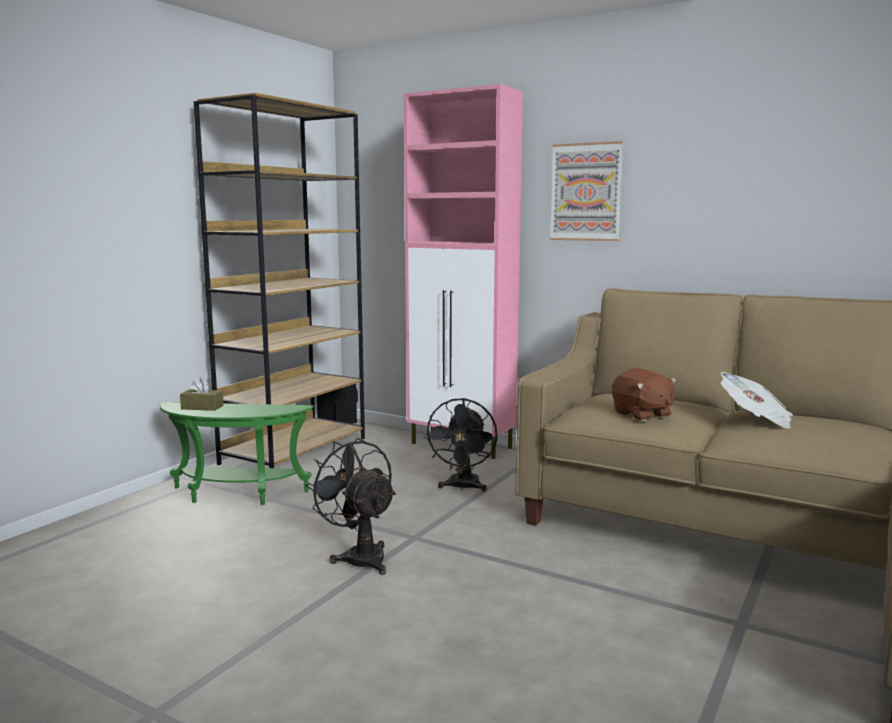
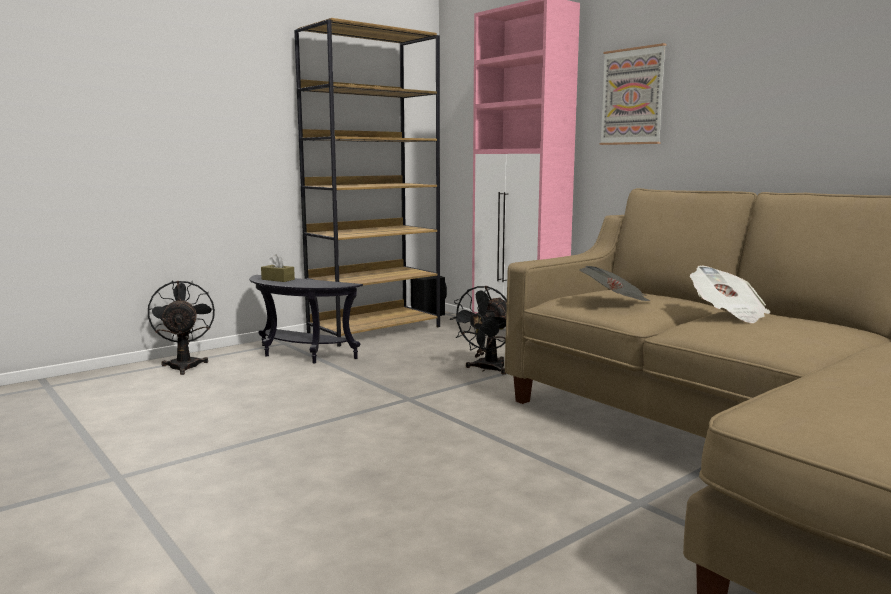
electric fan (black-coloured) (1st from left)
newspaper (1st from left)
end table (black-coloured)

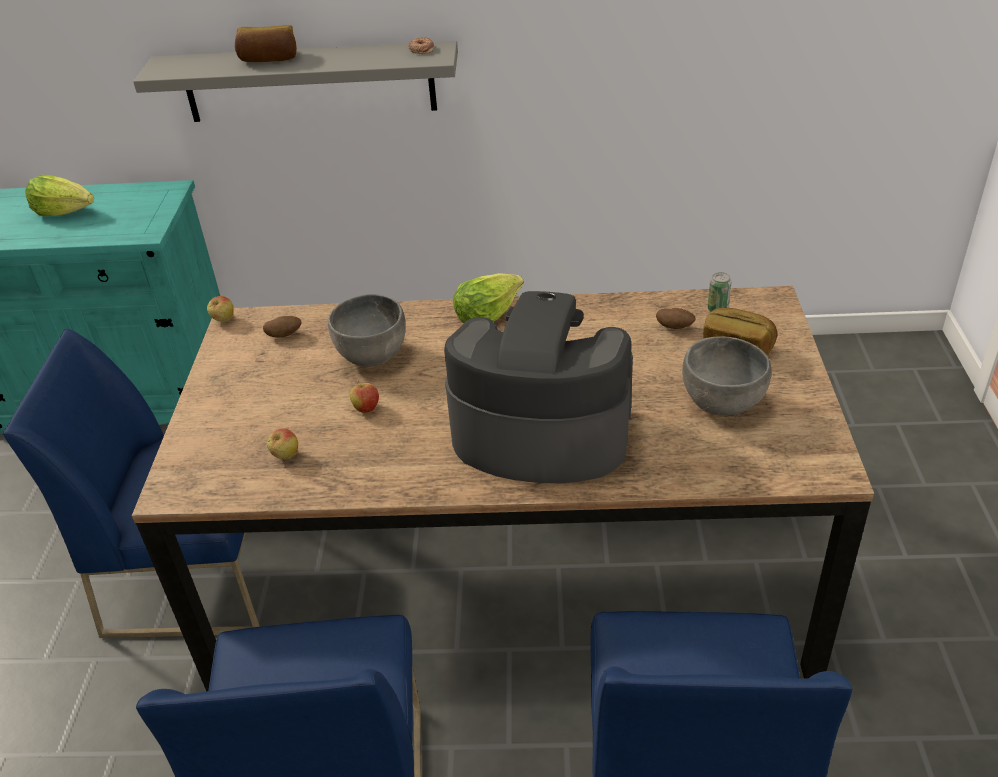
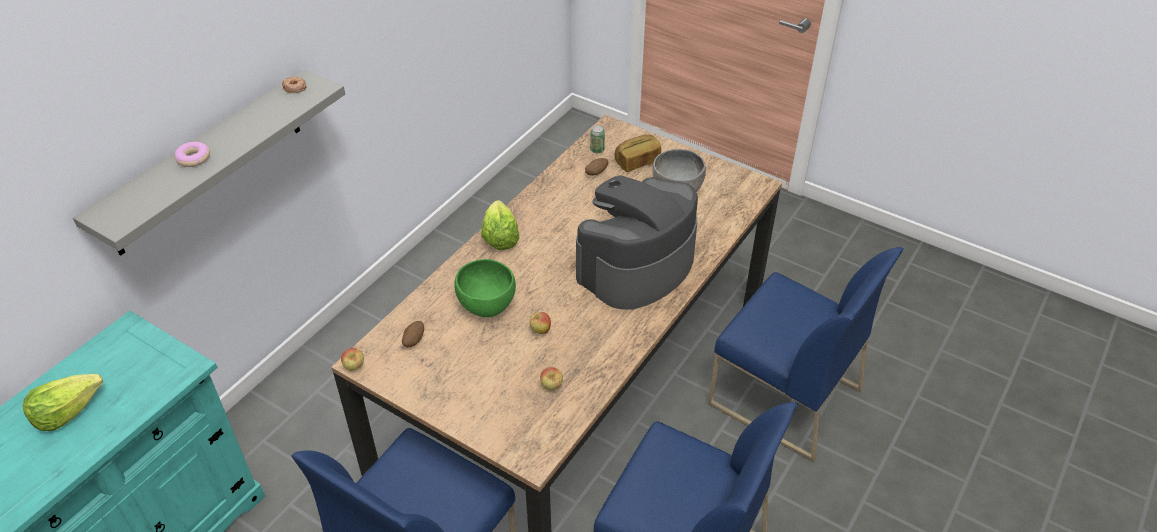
ring doughnut (1st from left)
bowl (greenish)

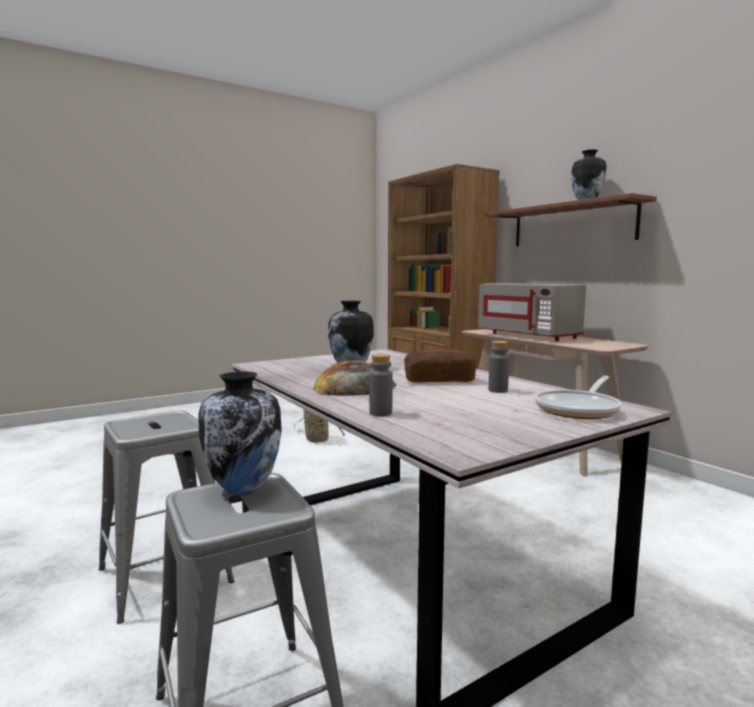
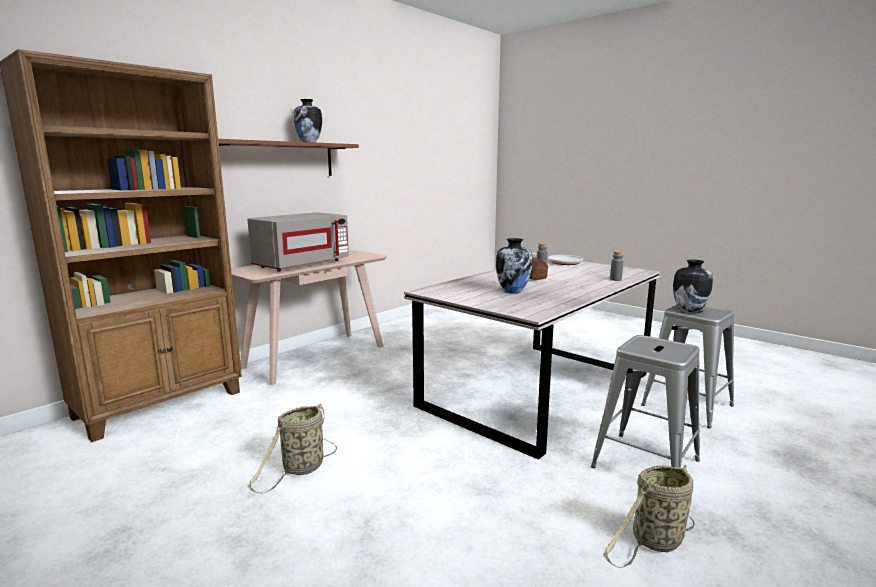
baked bread (1st from left in the first image)
storage basket (2nd from left)

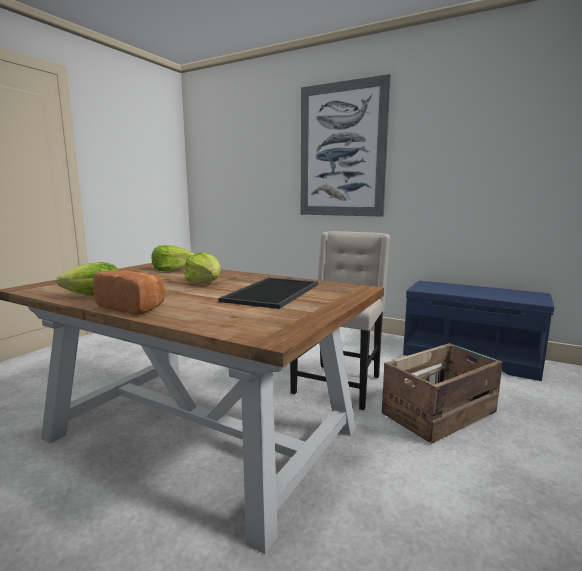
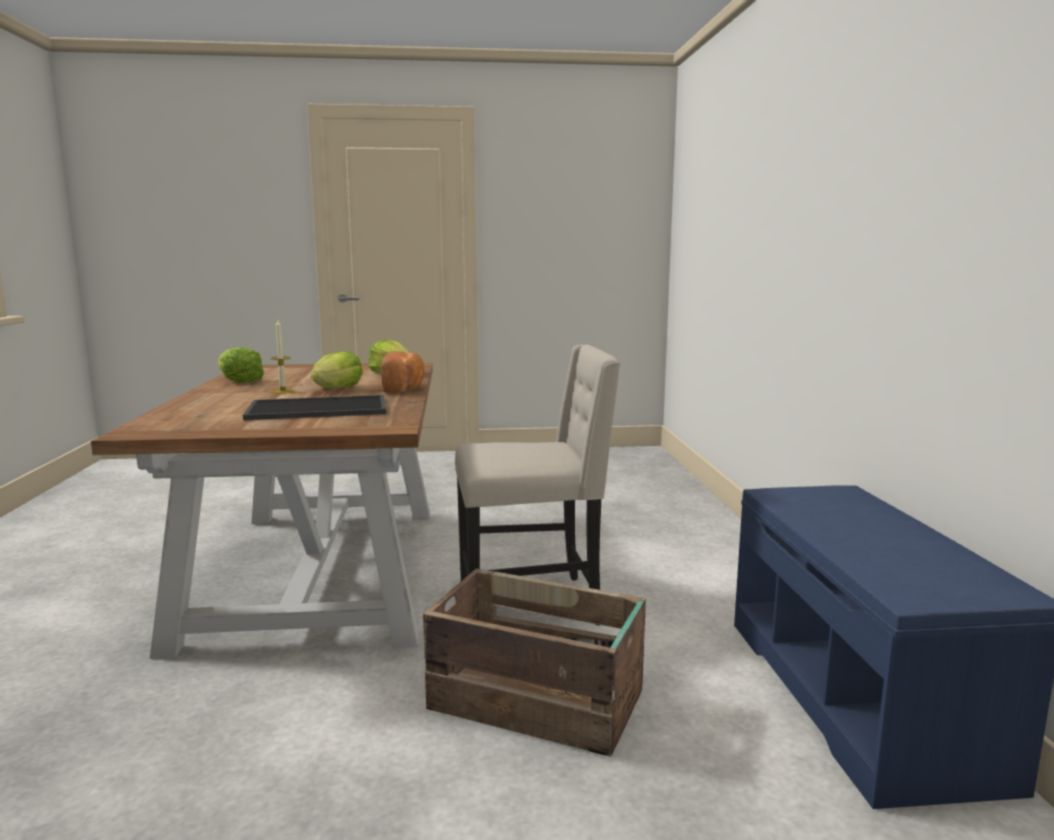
wall art
wax light
baked bread

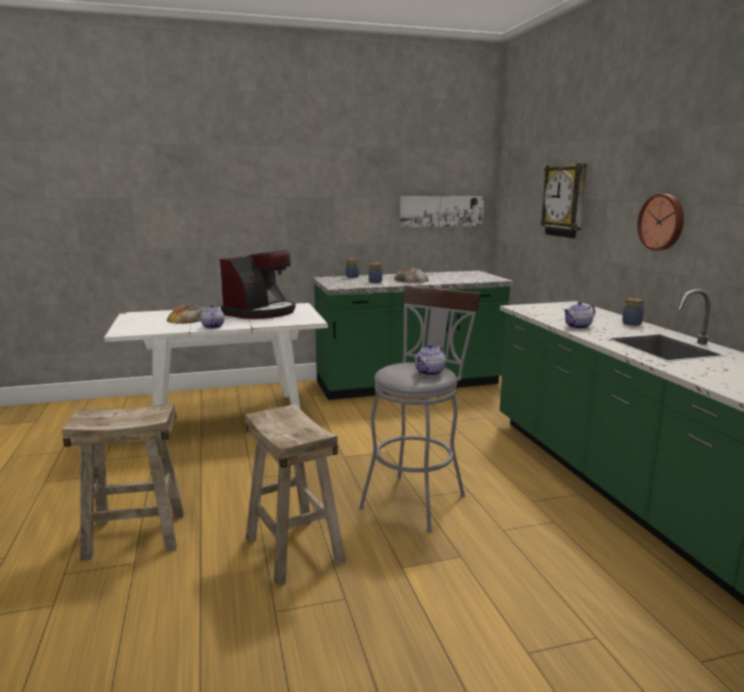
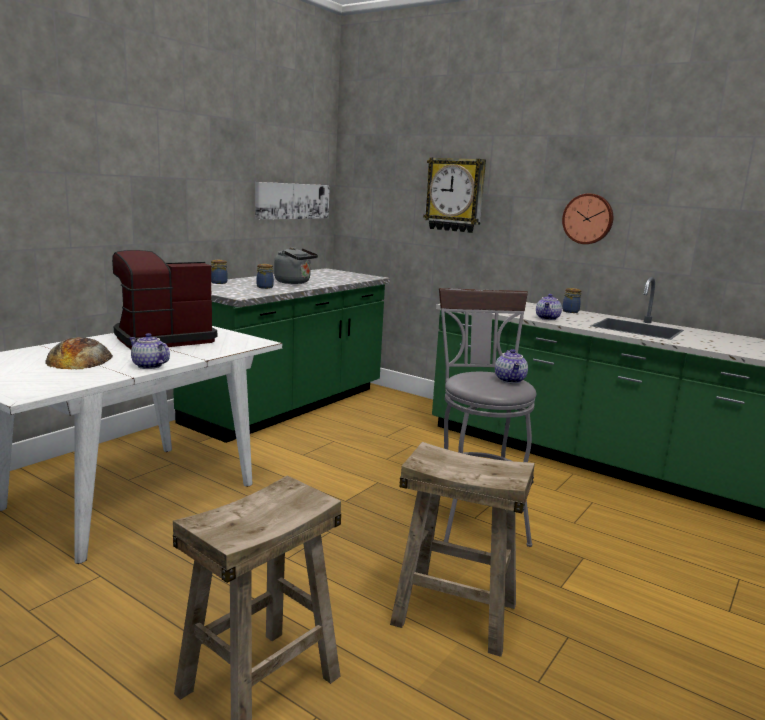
kettle (greyish)
coffee maker

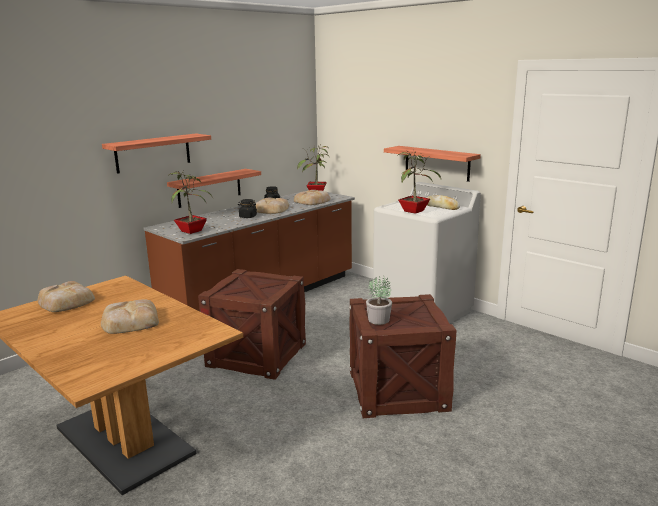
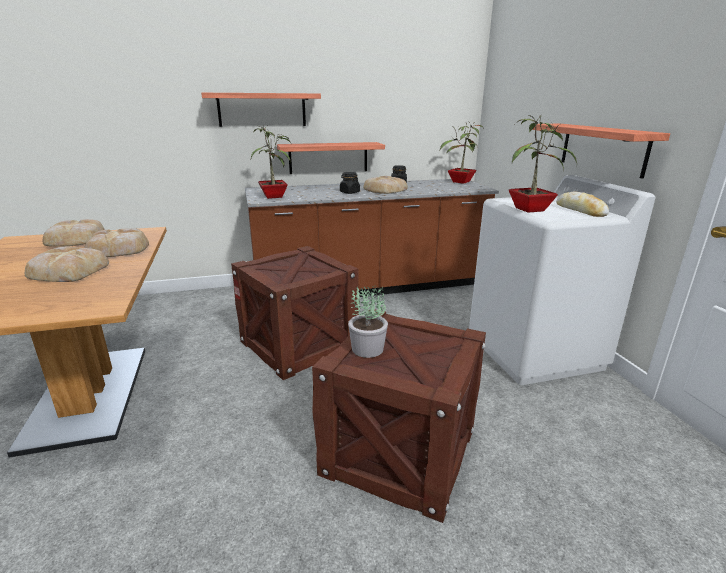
baked bread (3rd from left)

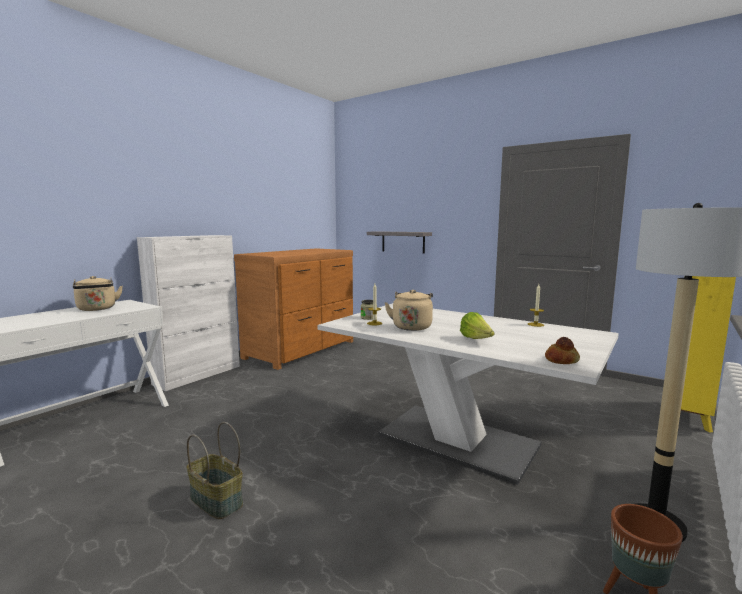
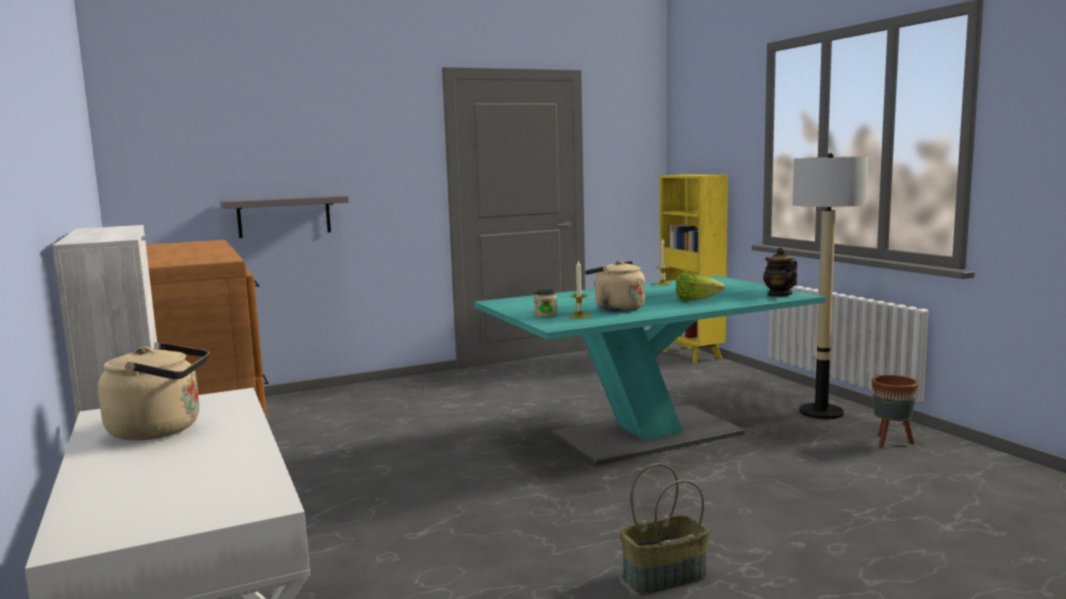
tea pot
dining table (turquoise-coloured)

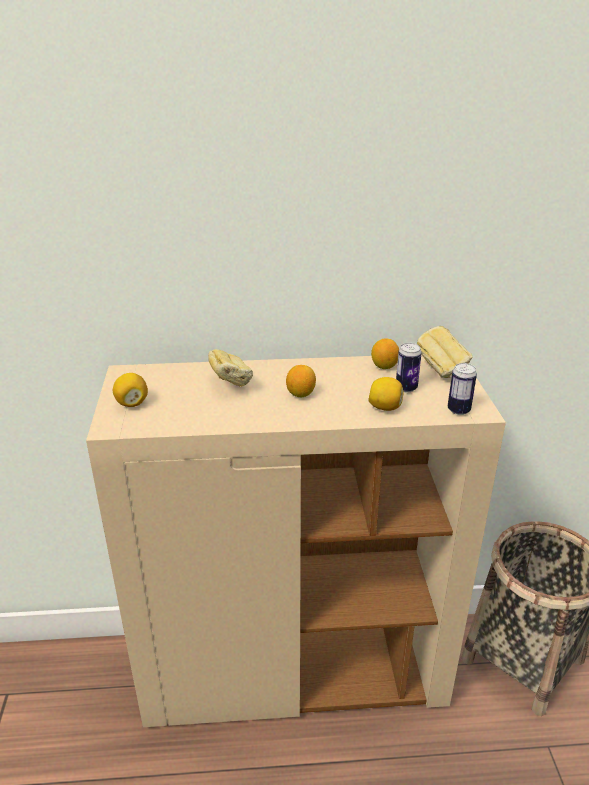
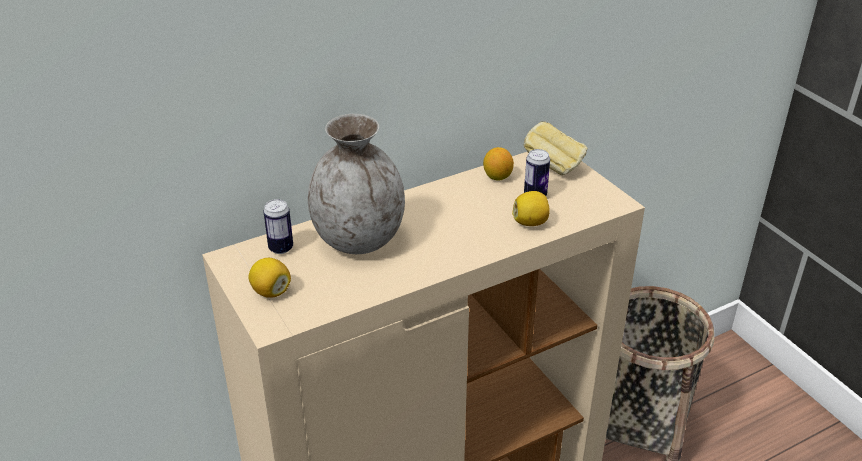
lemon (2nd from left in the first image)
sealed can (1st from left)
decorative vase (greyish)

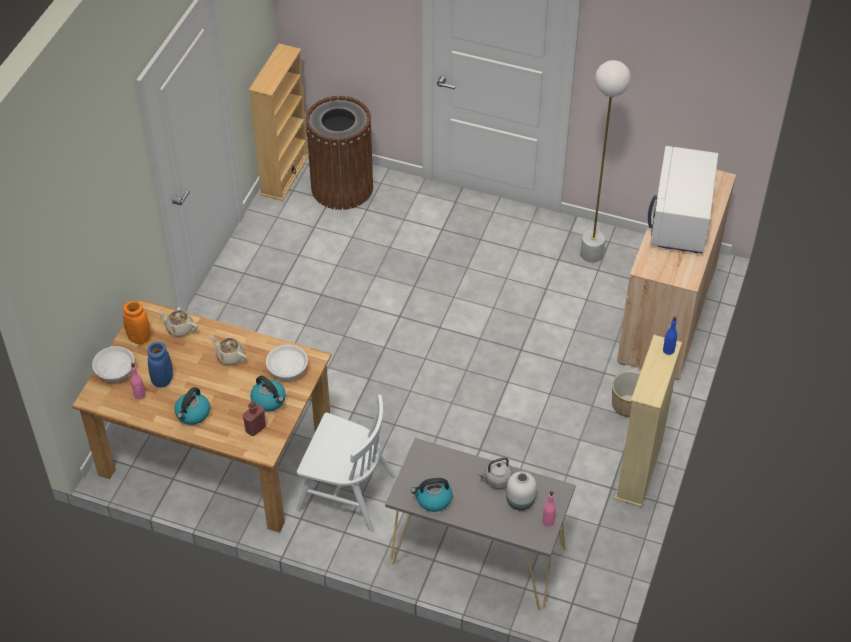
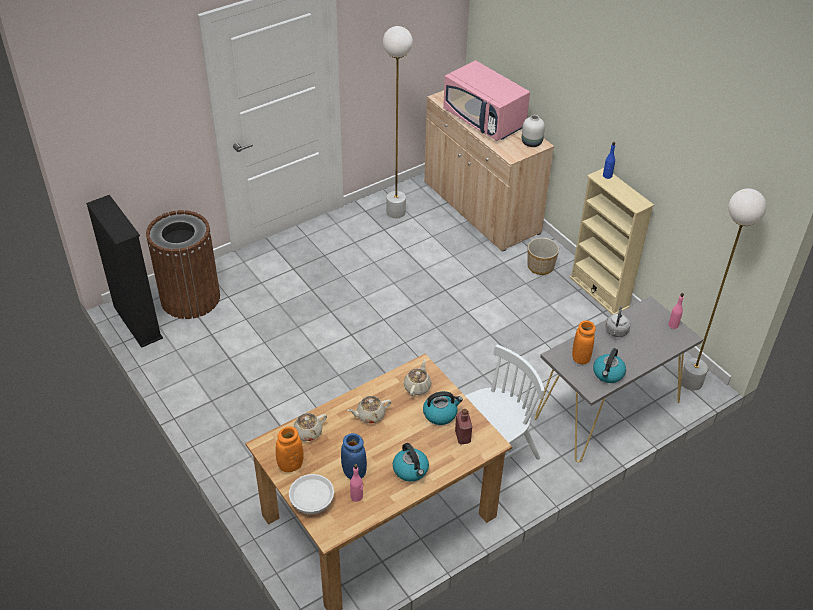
decorative vase (orange-coloured) (2nd from left)
standard lamp (white) (2nd from left)
decorative vase (white)
tea pot (beige) (3rd from left)
bookshelf (black-coloured)
microwave oven (pink-coloured)

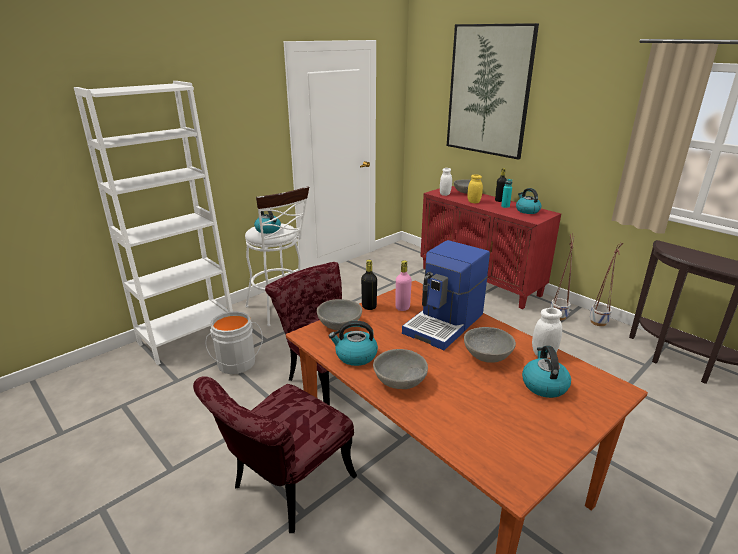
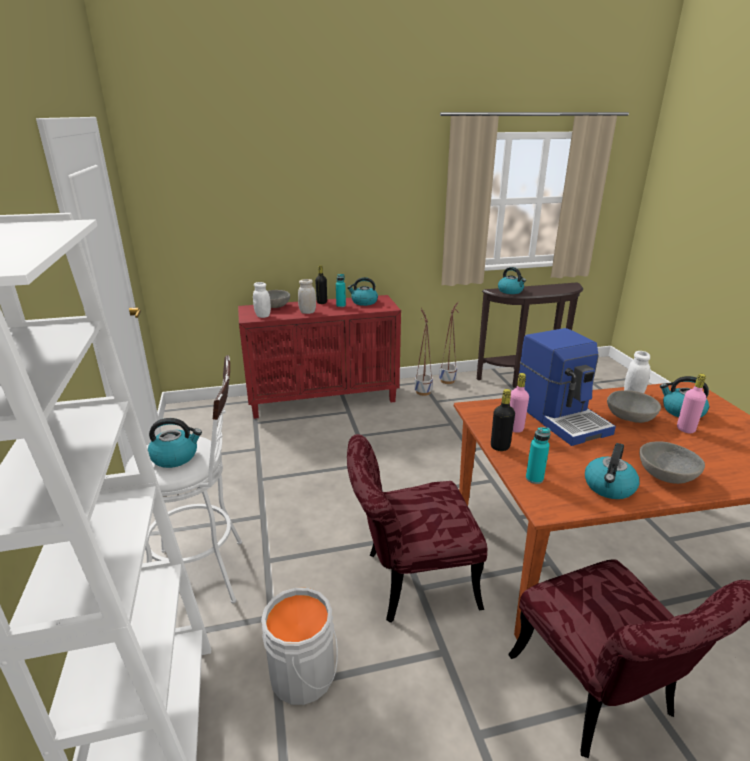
wall art
kettle (3rd from left)
drink bottle (pink-coloured) (2nd from left)
drink bottle (turquoise-coloured) (2nd from left)
jar (white) (2nd from left)

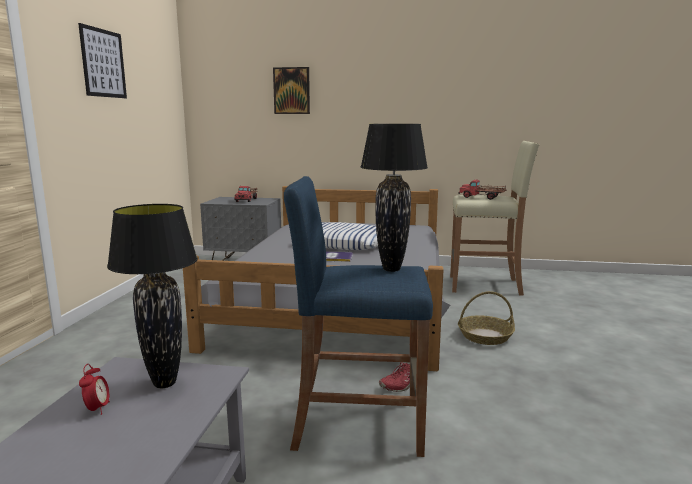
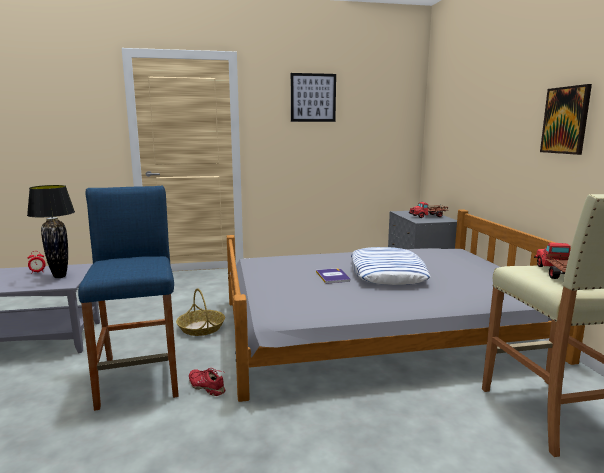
lamp for a table (black-coloured) (2nd from left in the first image)
wall art (2nd from left)
storage basket

